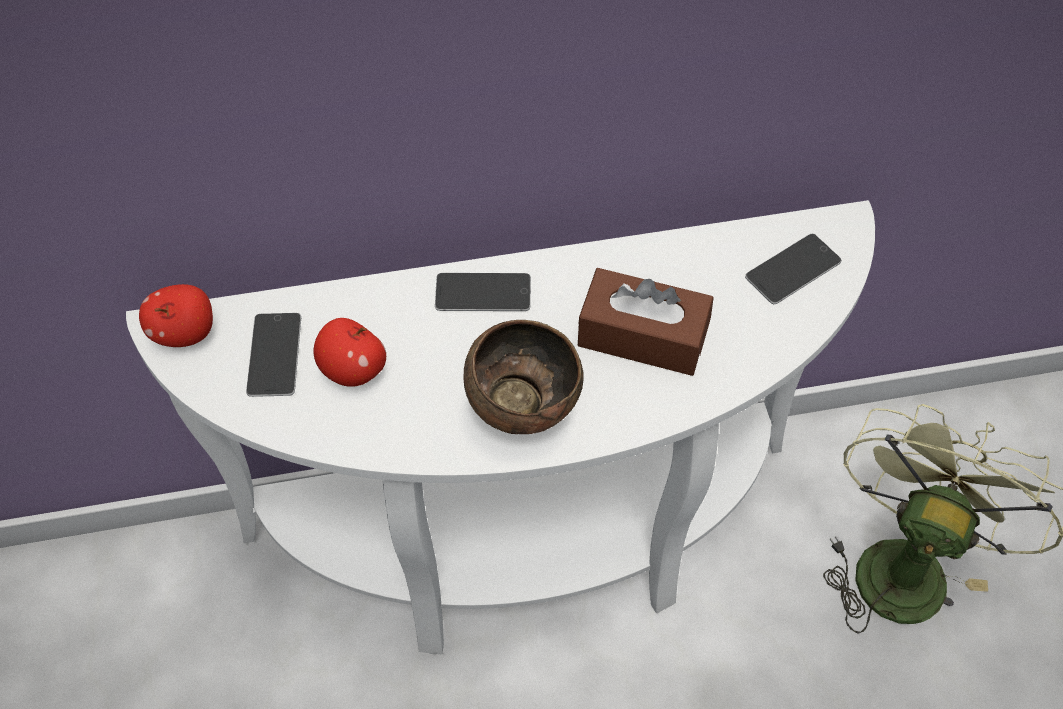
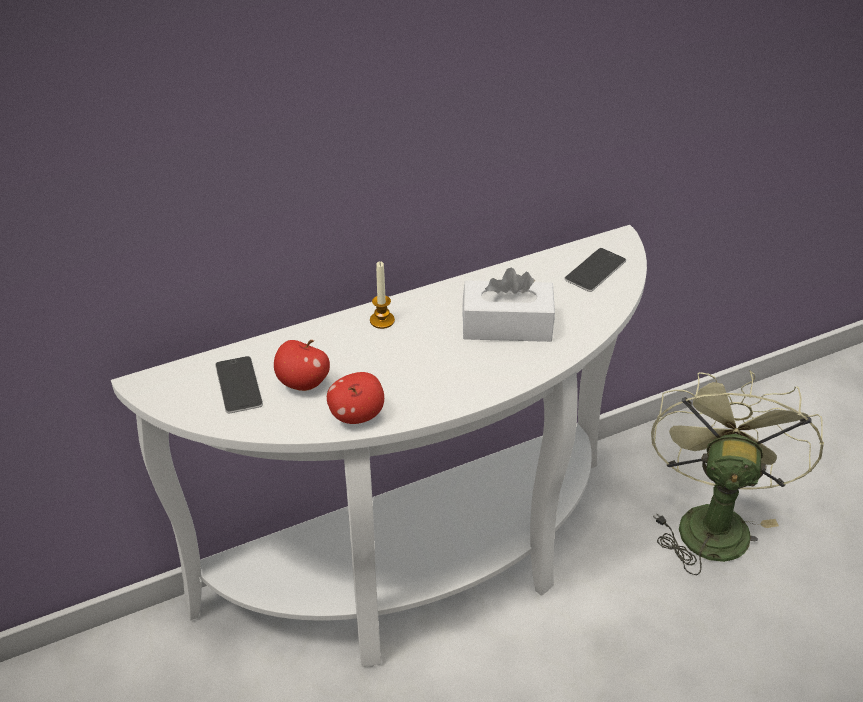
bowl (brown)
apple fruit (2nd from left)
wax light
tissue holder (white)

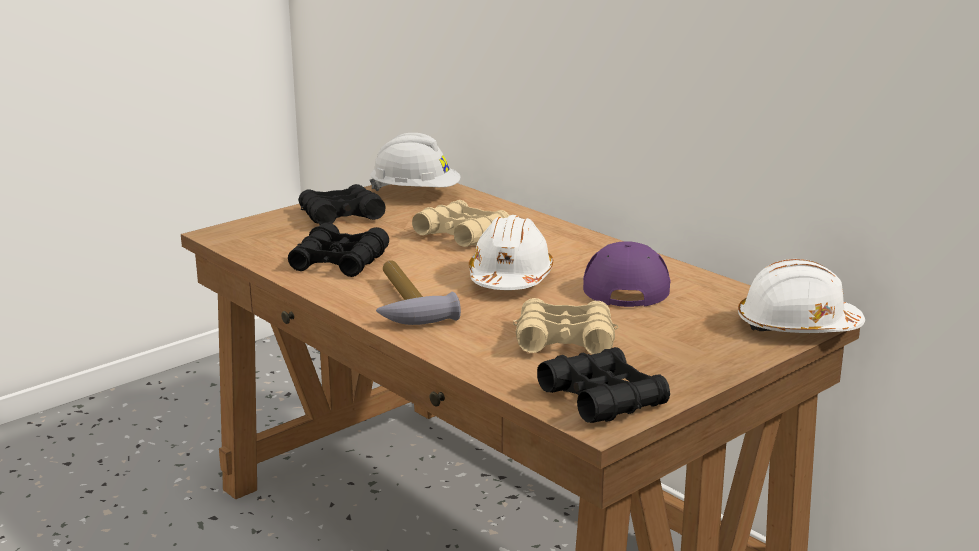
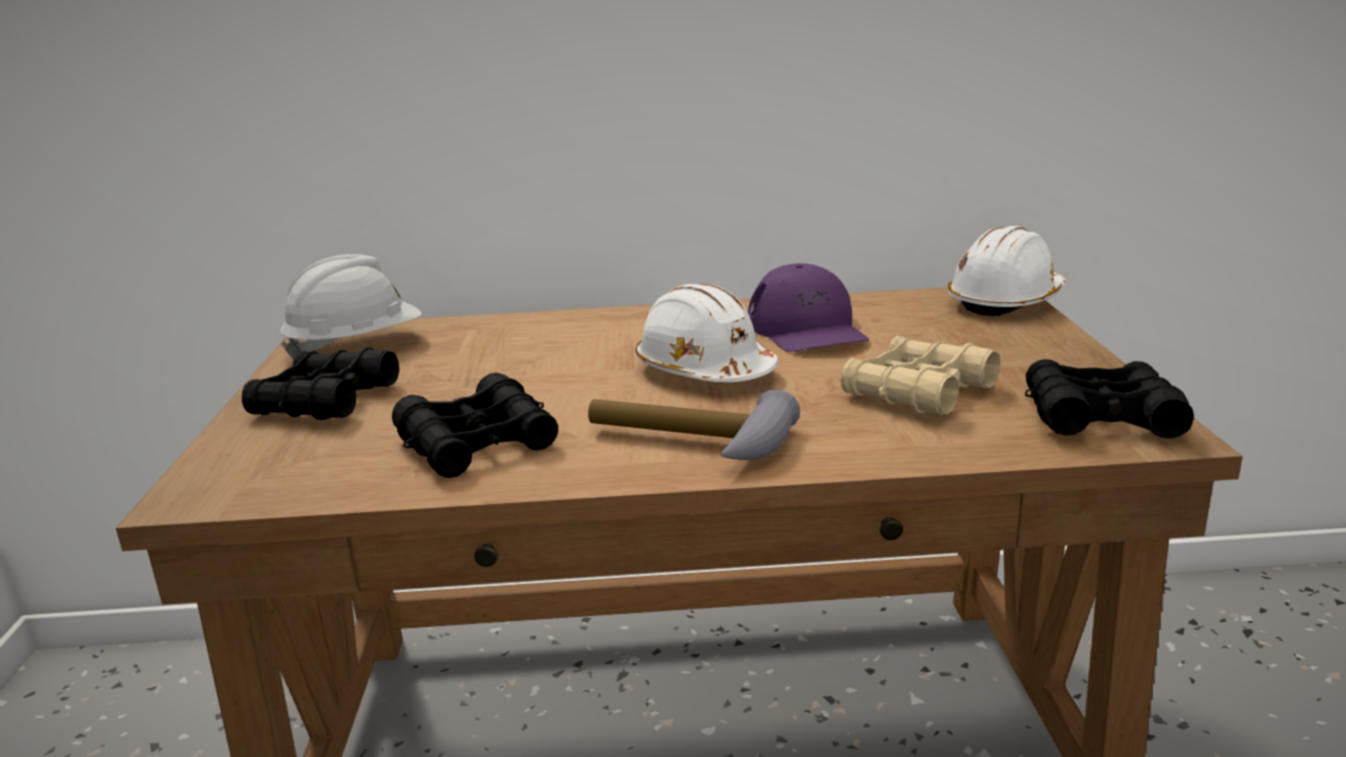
field glasses (beige) (1st from left in the first image)
baseball cap (purple)

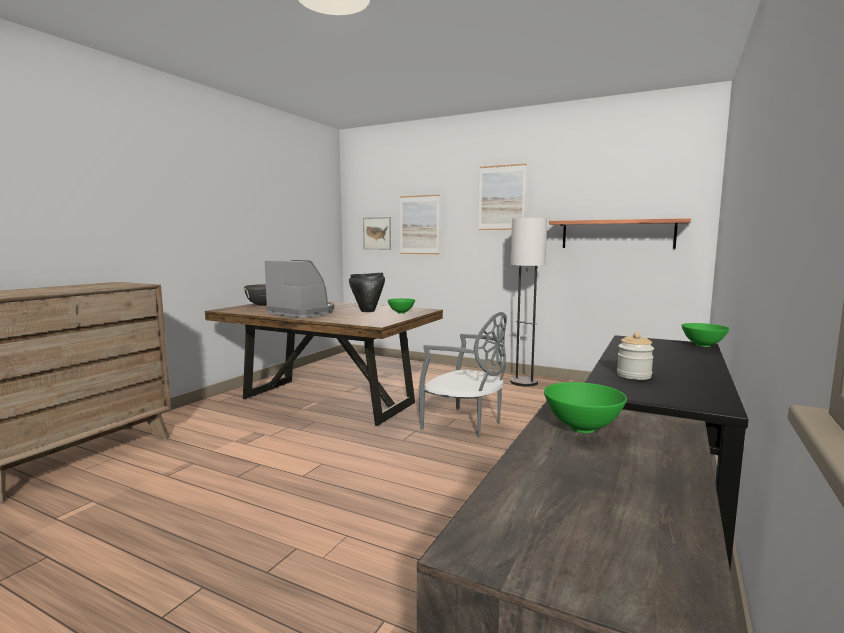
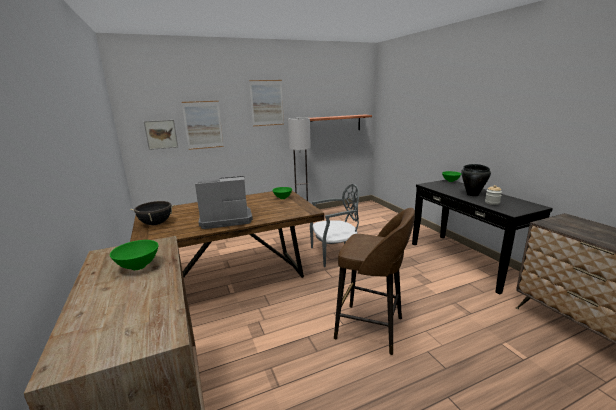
sitting stool (brown)
saucepot (black-coloured) (2nd from left)
bowl (greenish) (1st from left)

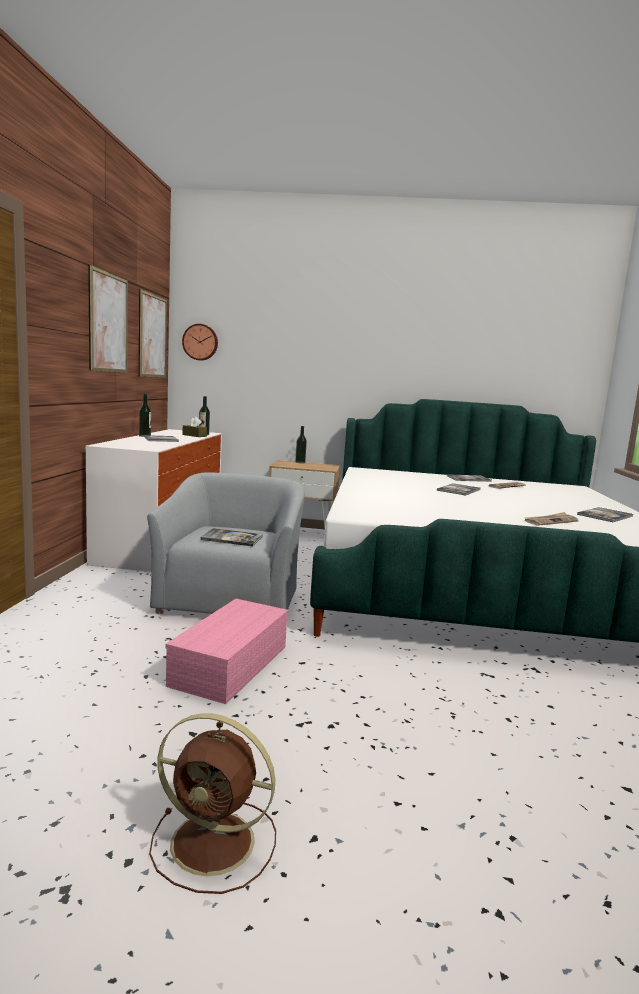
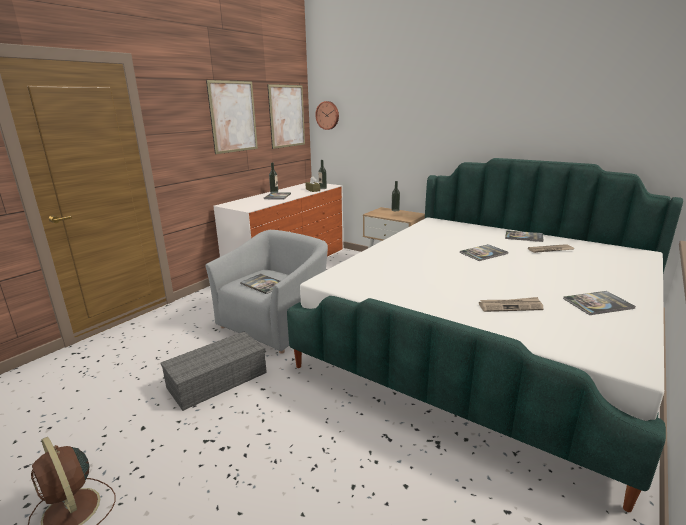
storage box (greyish)

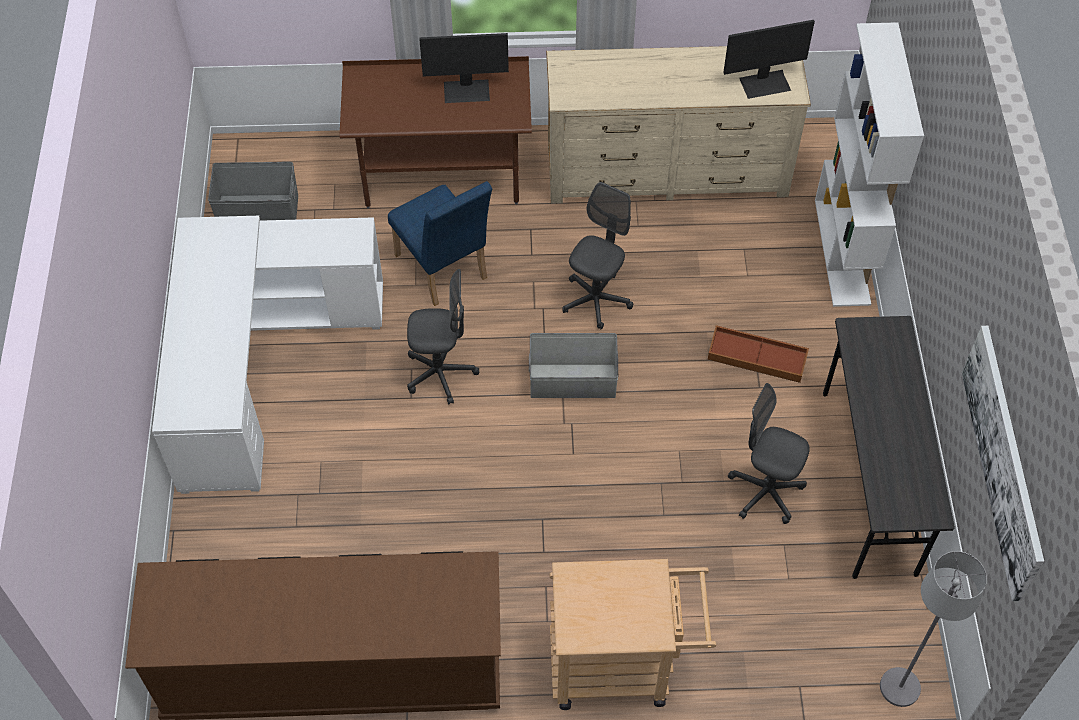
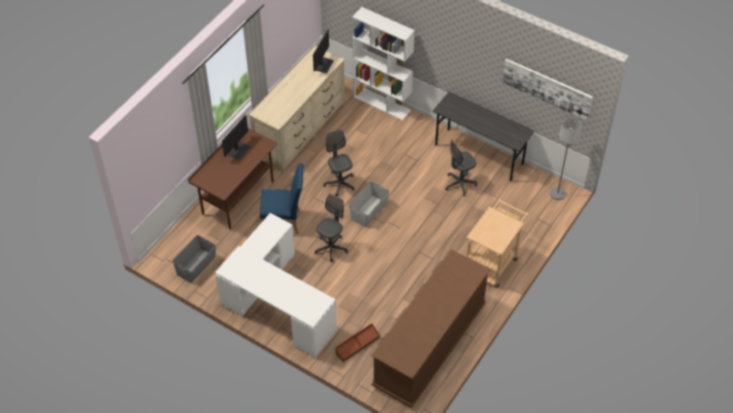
storage box (brown)

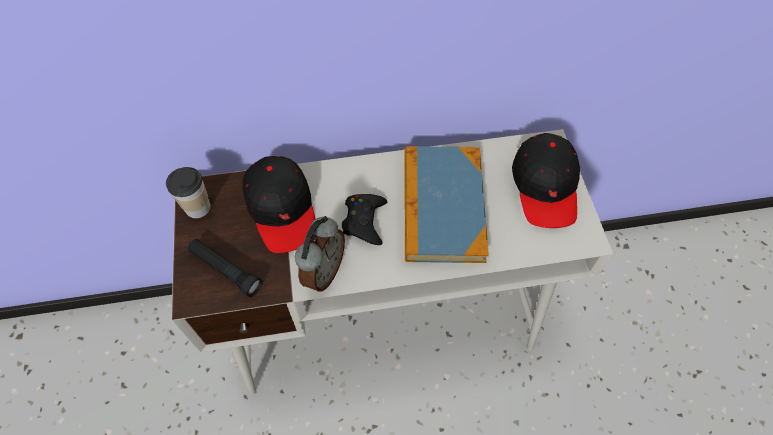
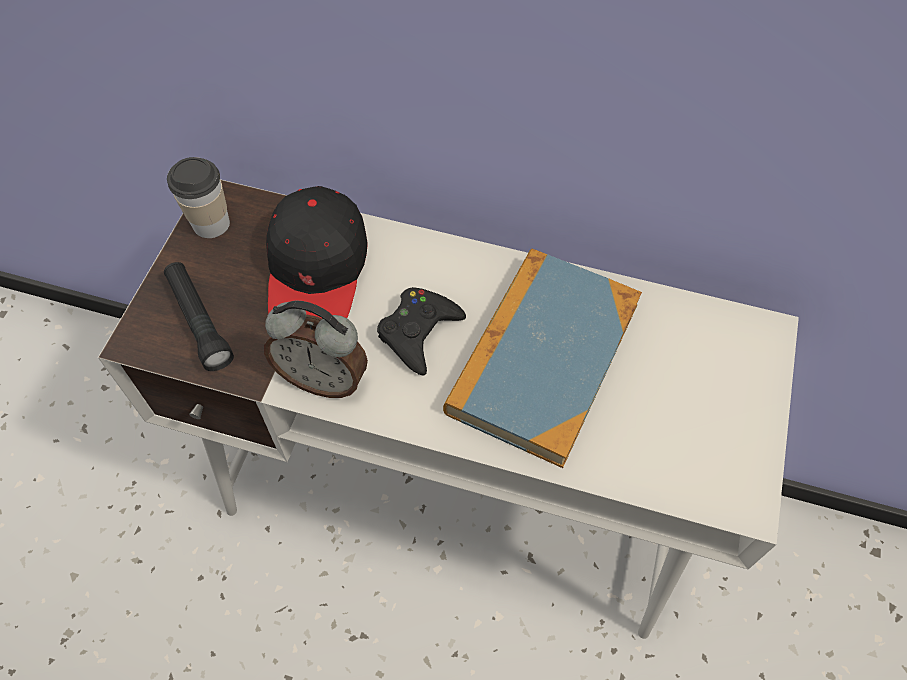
baseball cap (black-coloured) (2nd from left in the first image)
alarm clock

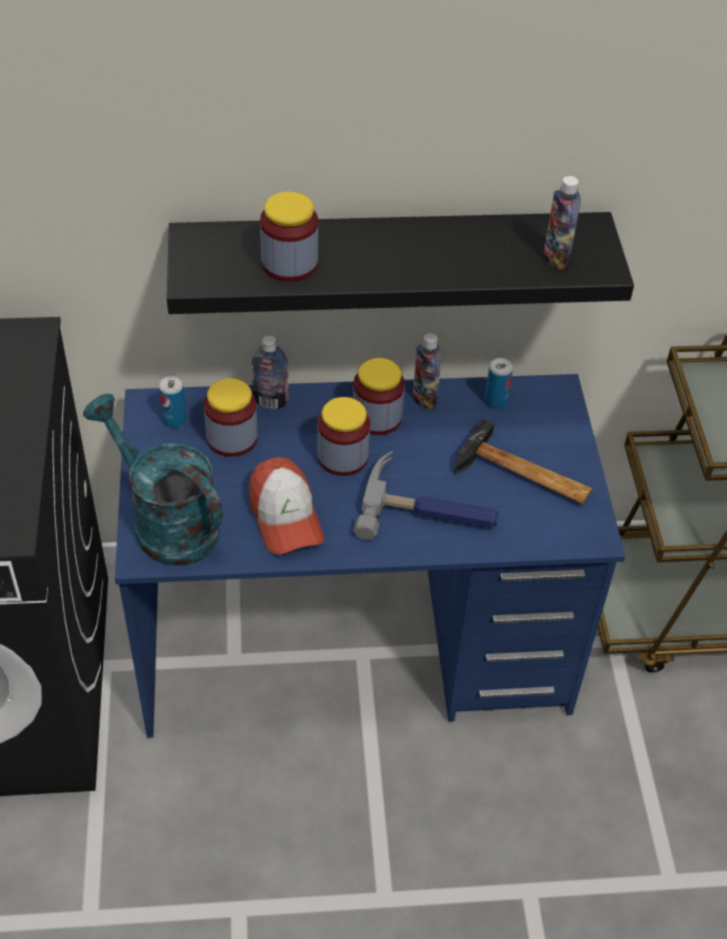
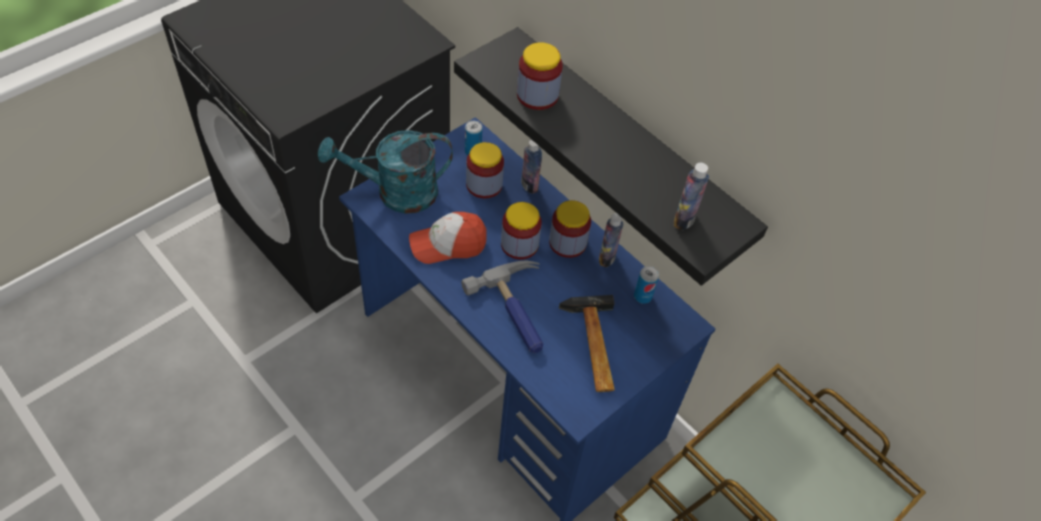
watering can (turquoise-coloured)
baseball cap

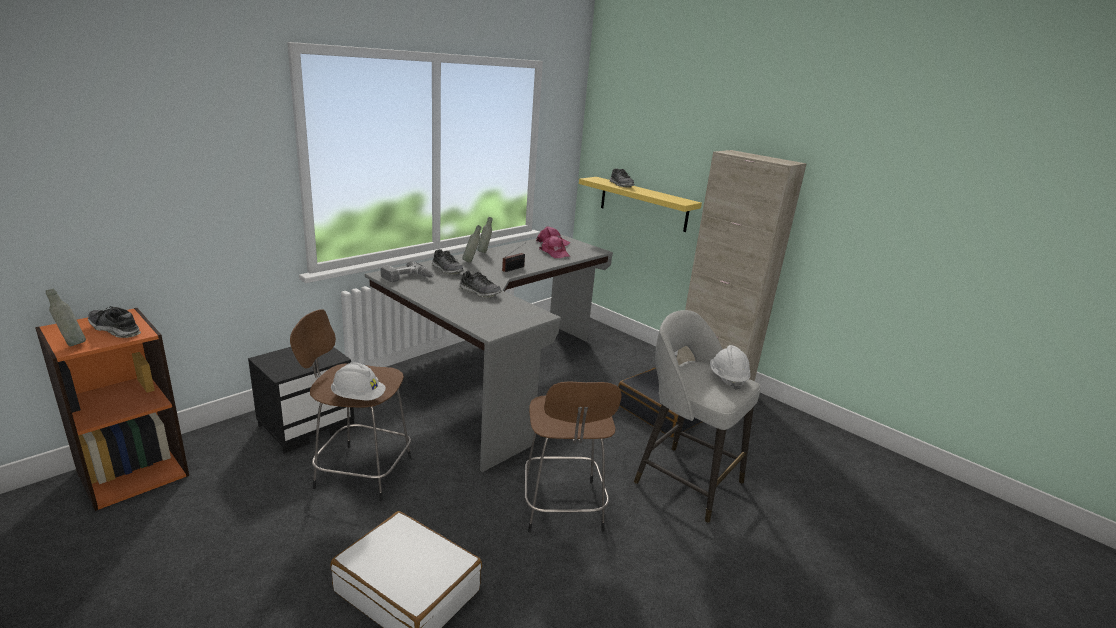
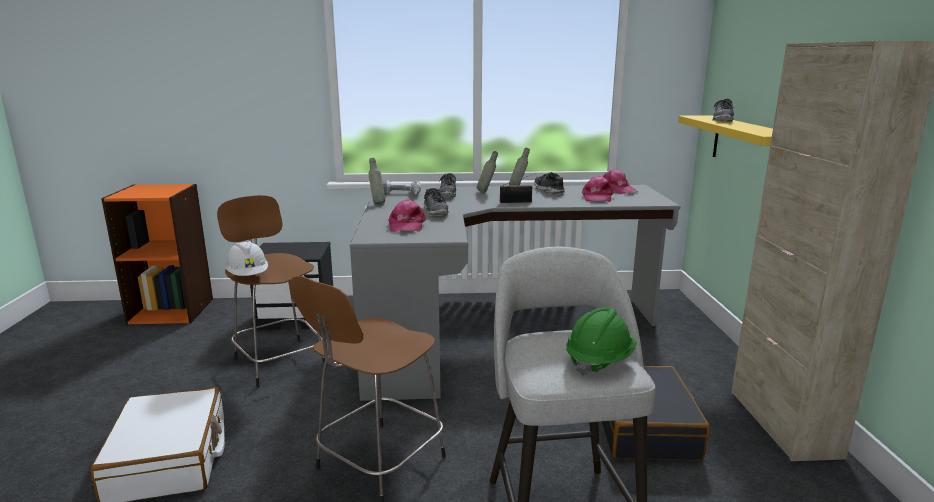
baseball cap (pink-coloured) (1st from left)
drink bottle (greyish) (1st from left)
low shoe (3rd from left)
work helmet (greenish)

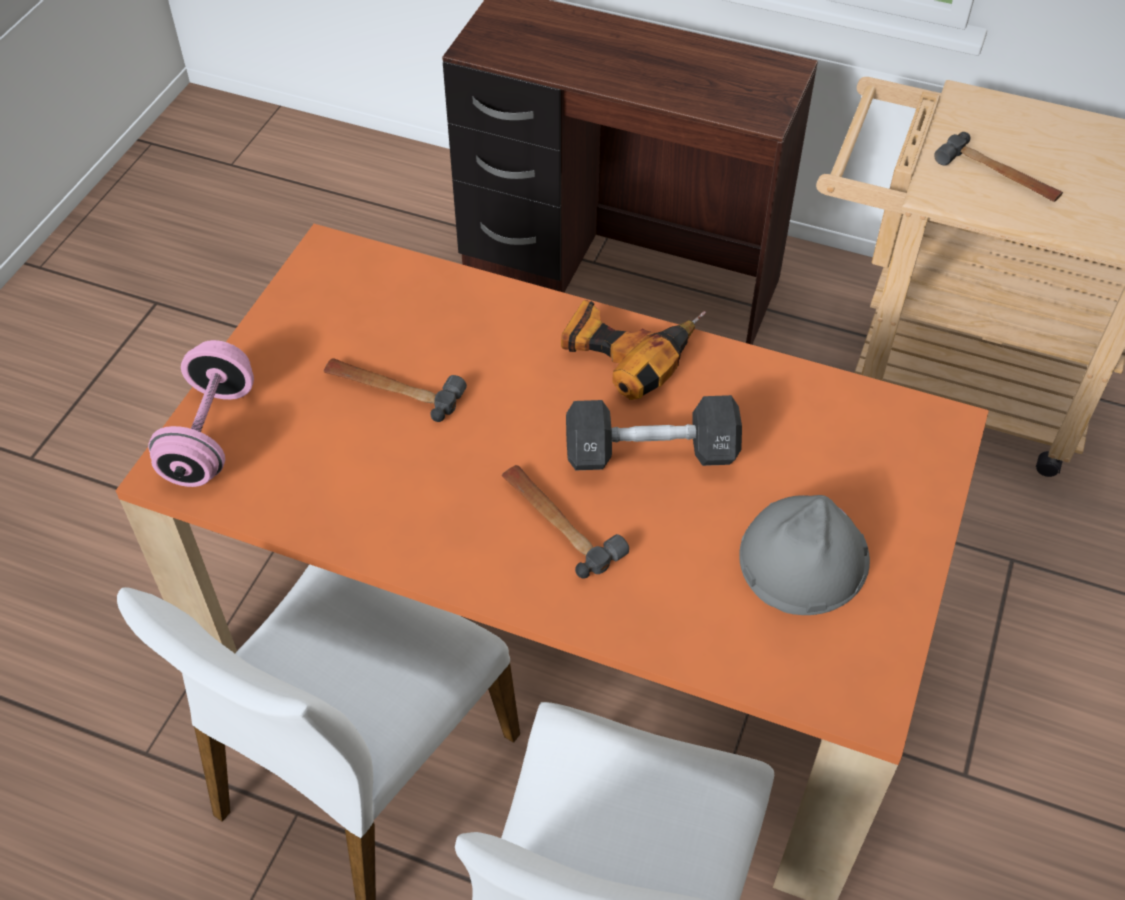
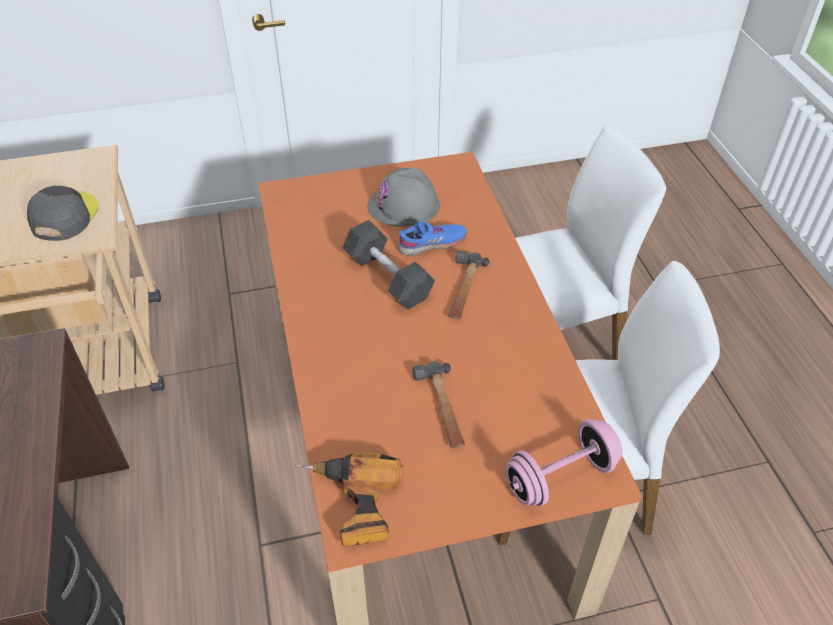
low shoe (bluish)
power drill
baseball cap (greyish)

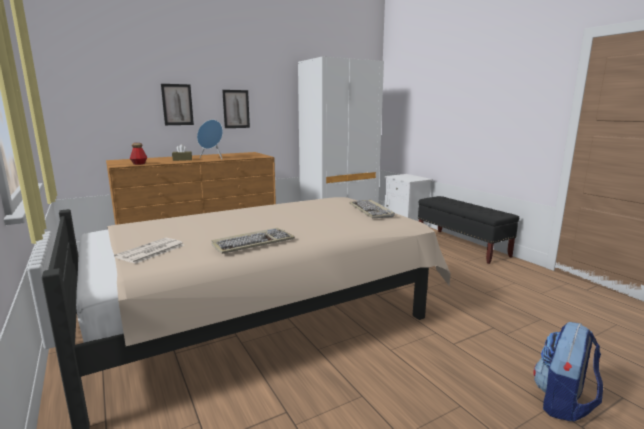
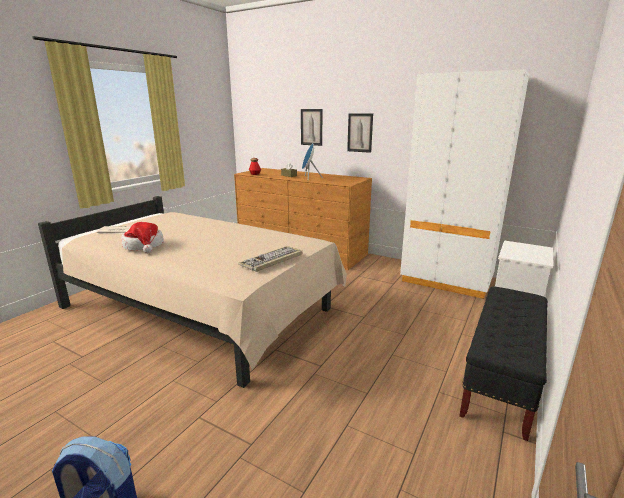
wearable hat

